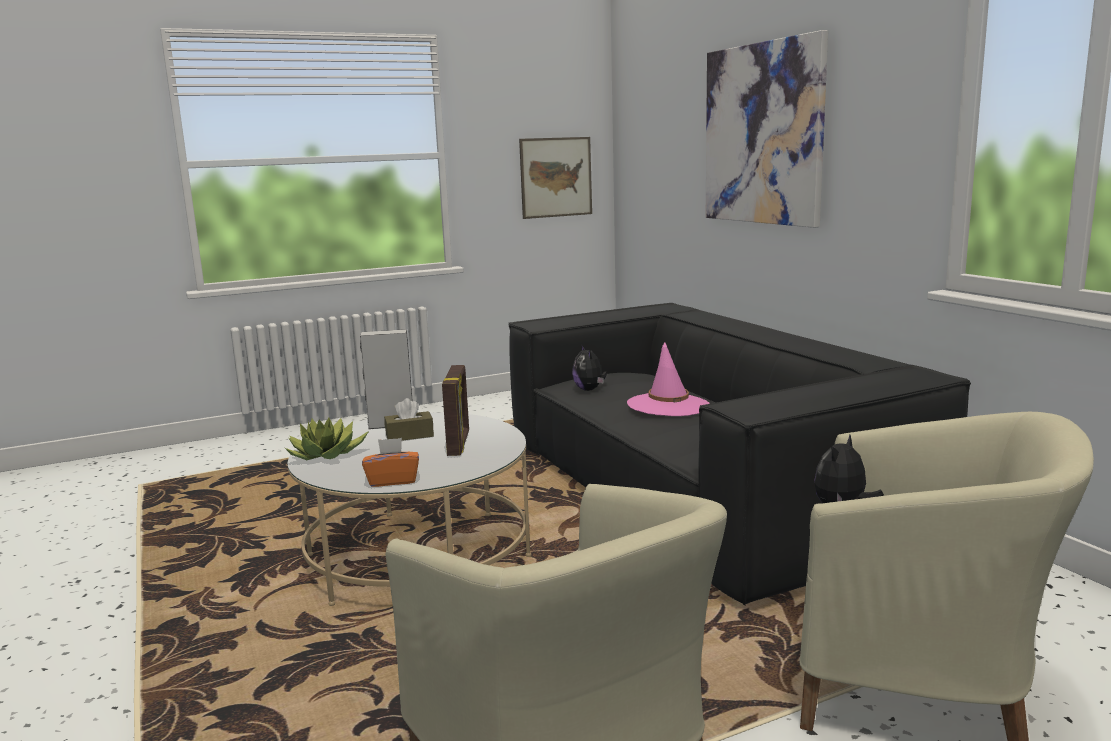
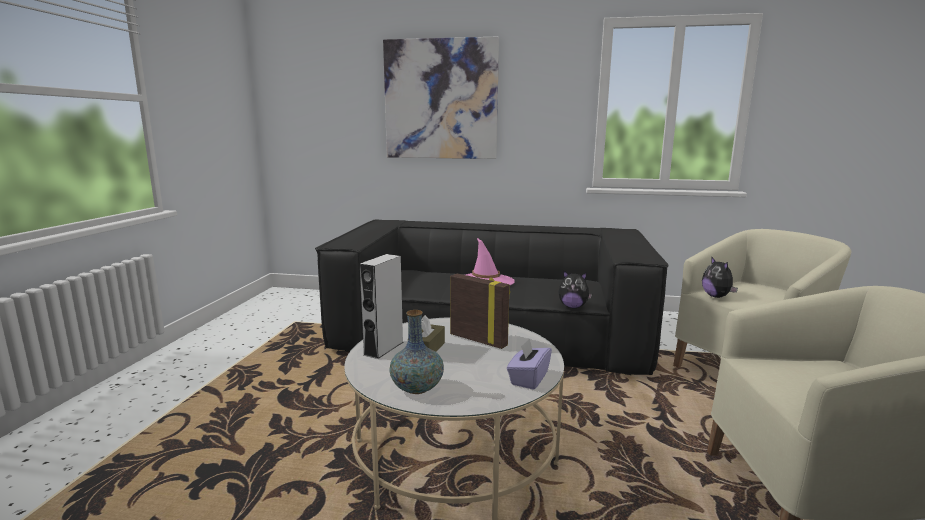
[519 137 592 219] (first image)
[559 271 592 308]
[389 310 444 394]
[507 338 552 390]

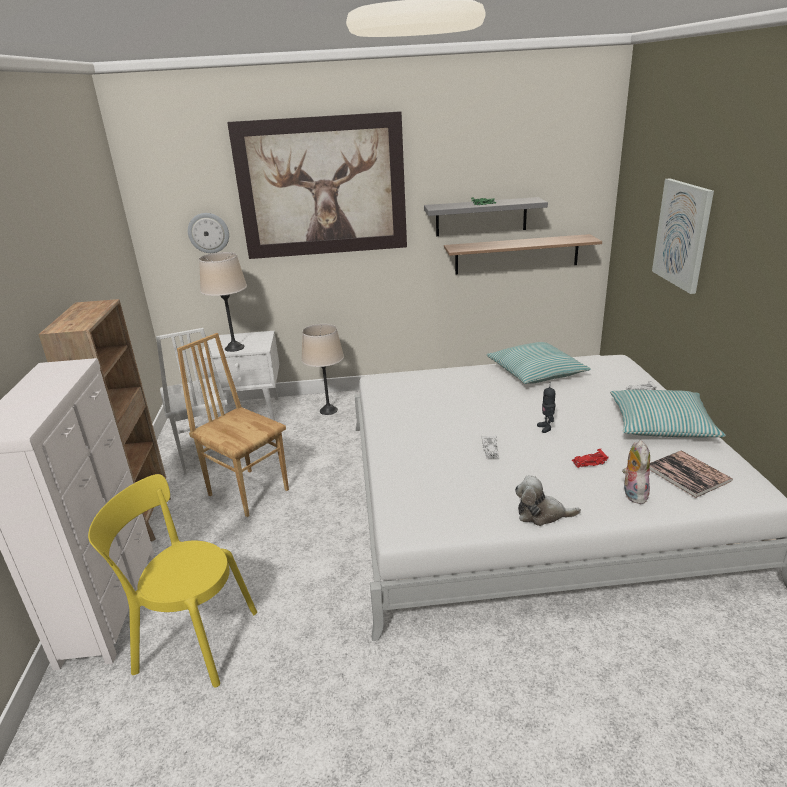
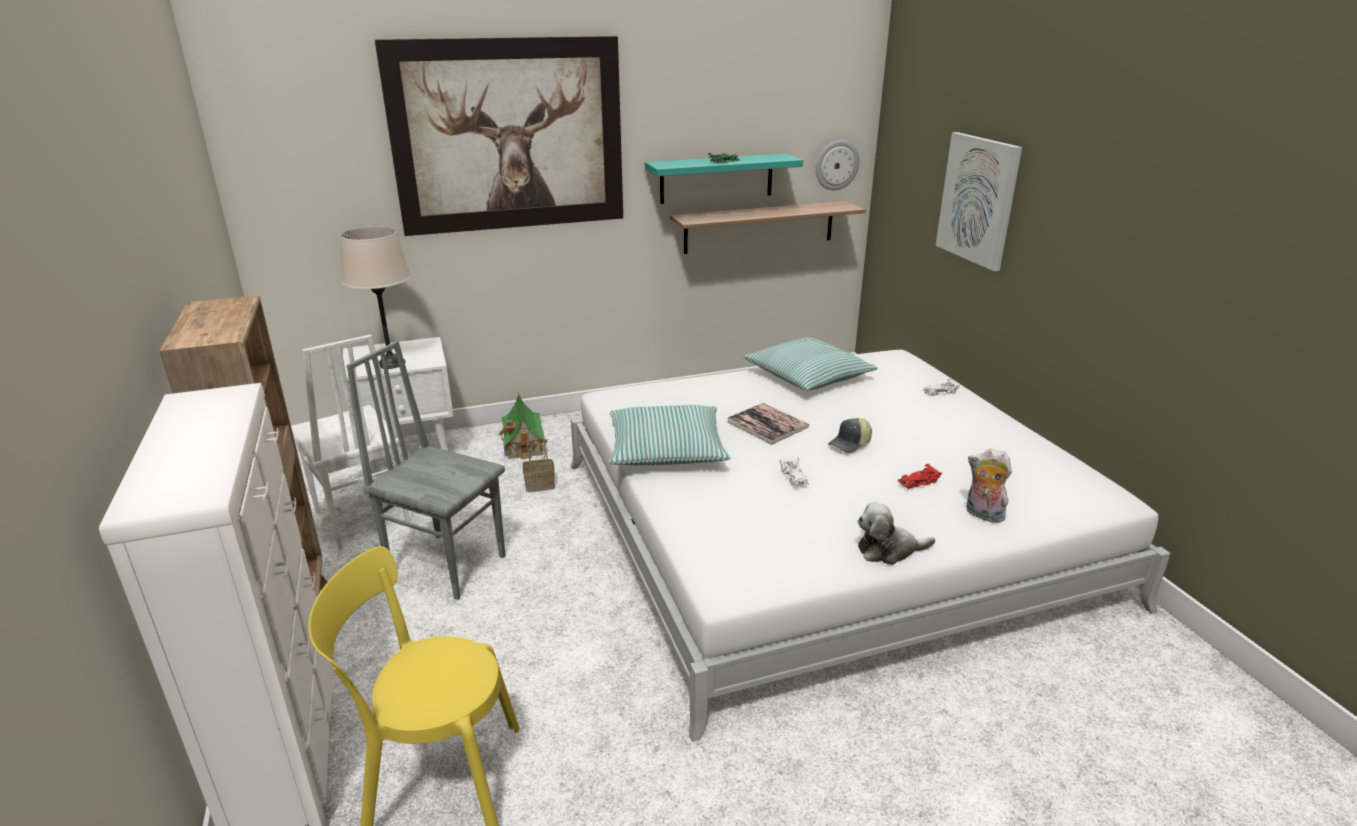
[523 429 555 492]
[815 140 859 190]
[609 405 731 465]
[727 403 809 445]
[499 392 549 459]
[828 418 872 453]
[346 341 505 600]
[645 154 803 204]
[967 448 1012 523]

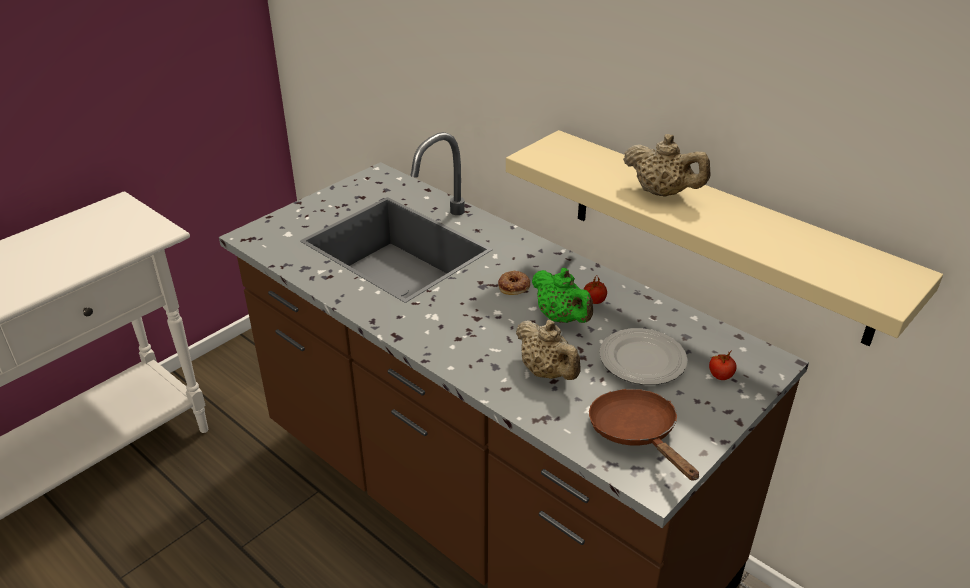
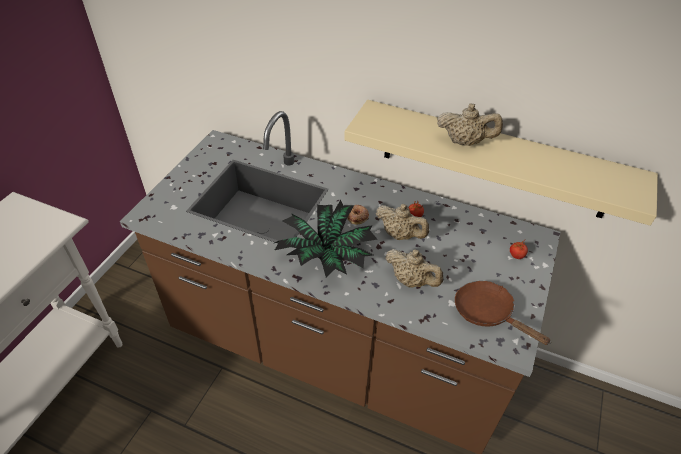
[599 328 688 385] (first image)
[275 200 378 277]
[376 204 429 240]

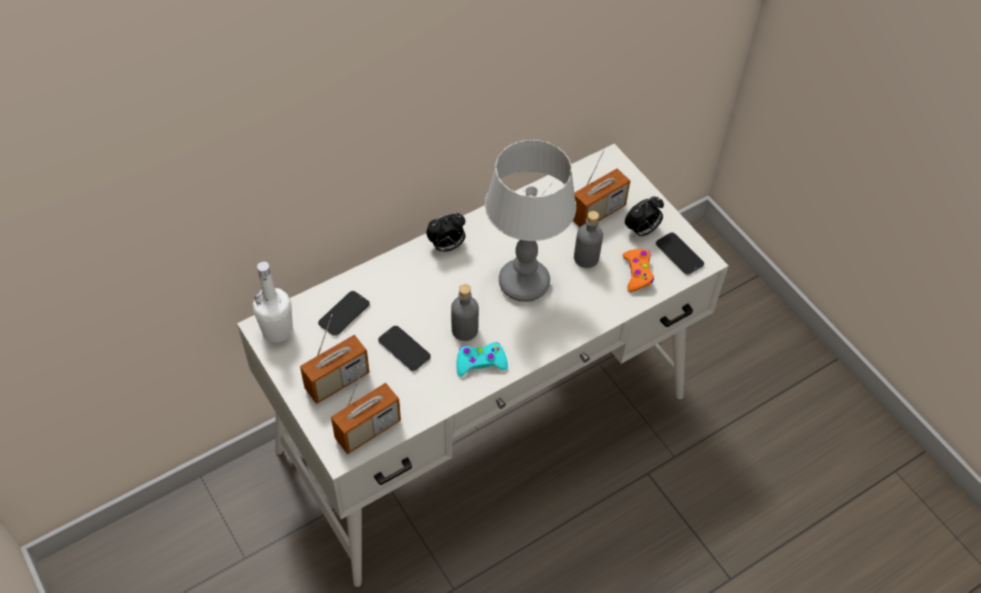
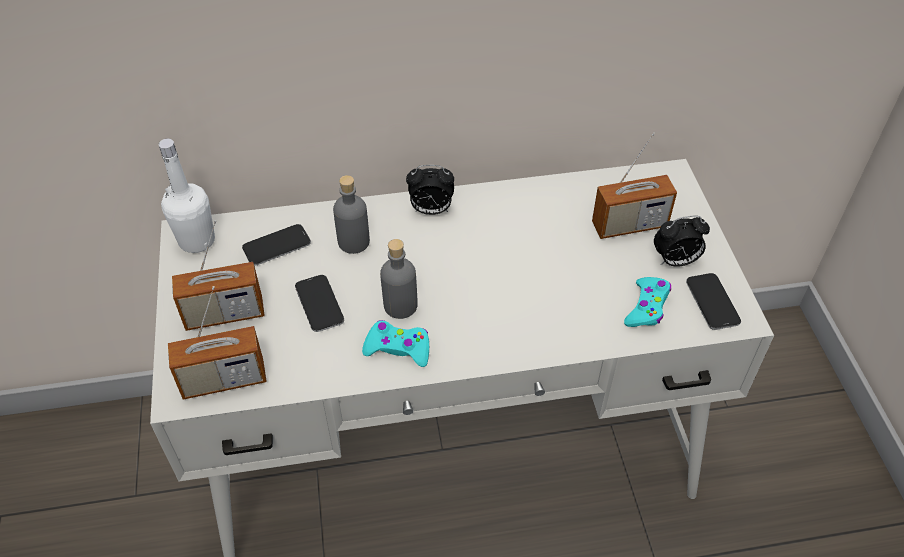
[485 140 576 302] (first image)
[333 175 370 254]
[624 277 671 327]

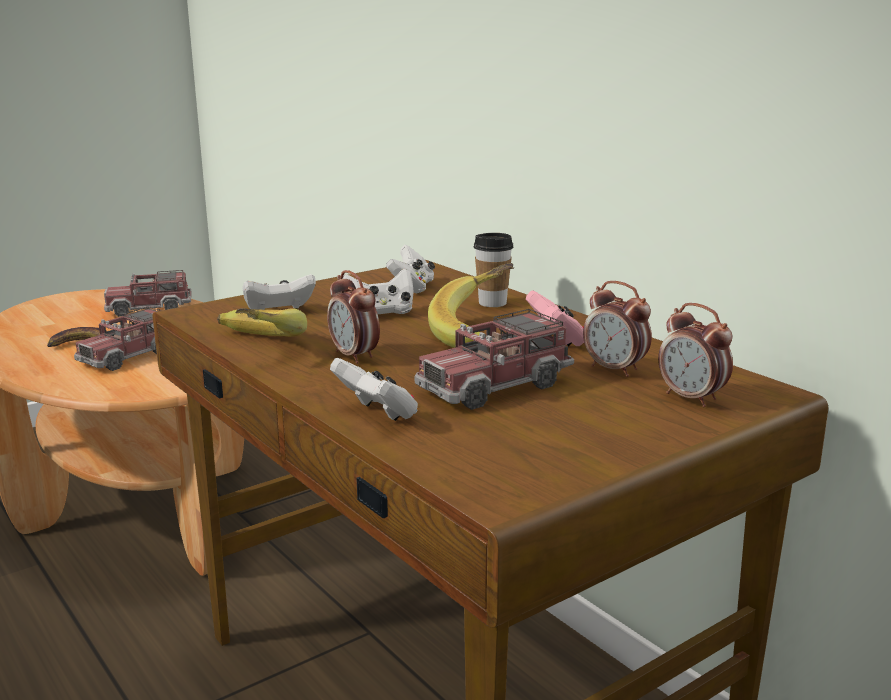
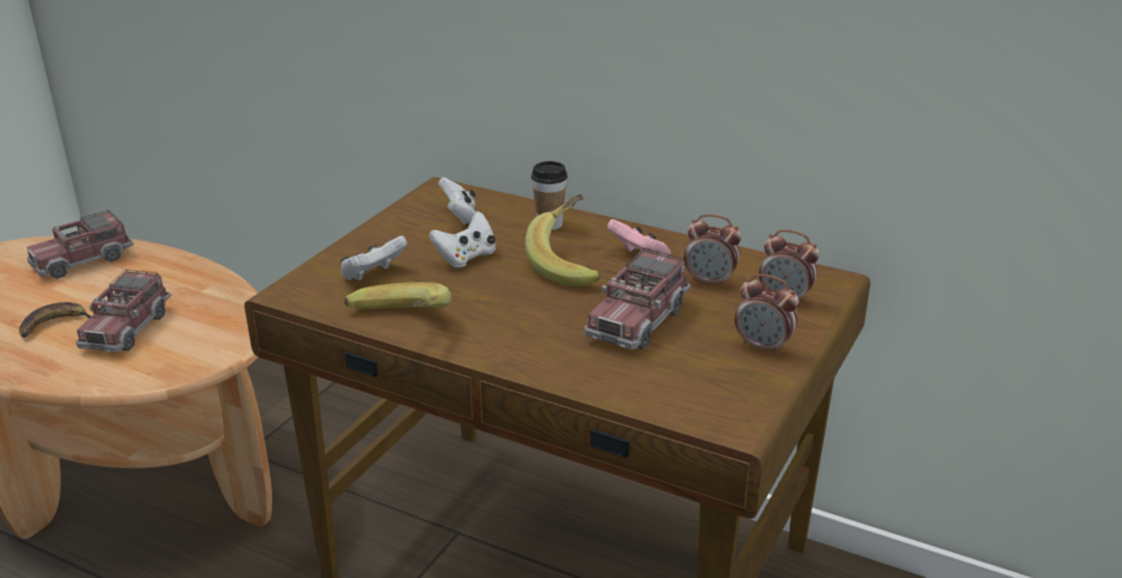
[330 358 418 421] (first image)
[735 274 799 356]

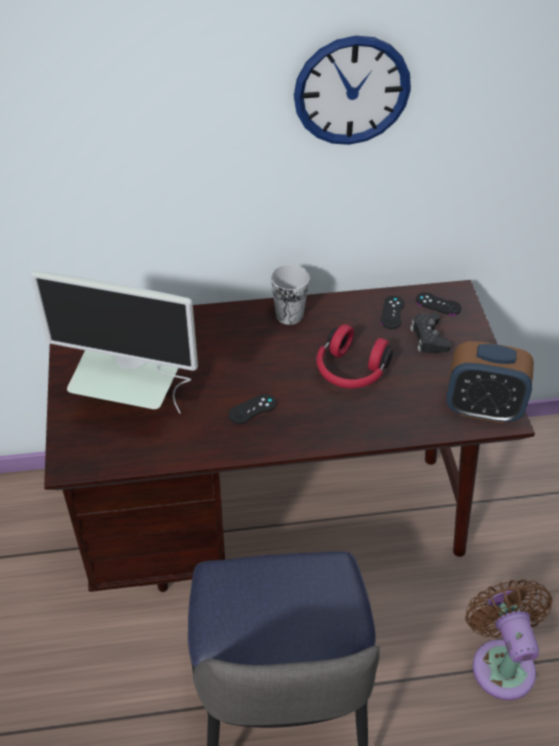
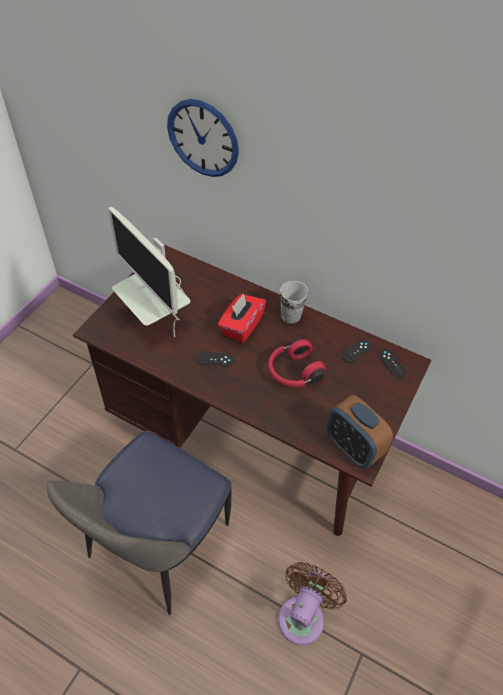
[410 313 451 353] (first image)
[218 294 266 343]
[167 99 239 177]

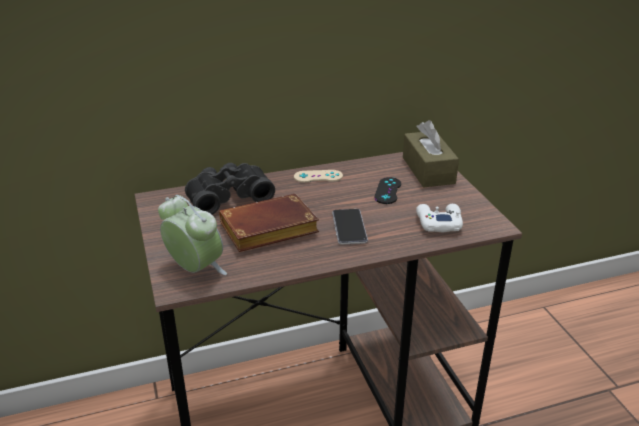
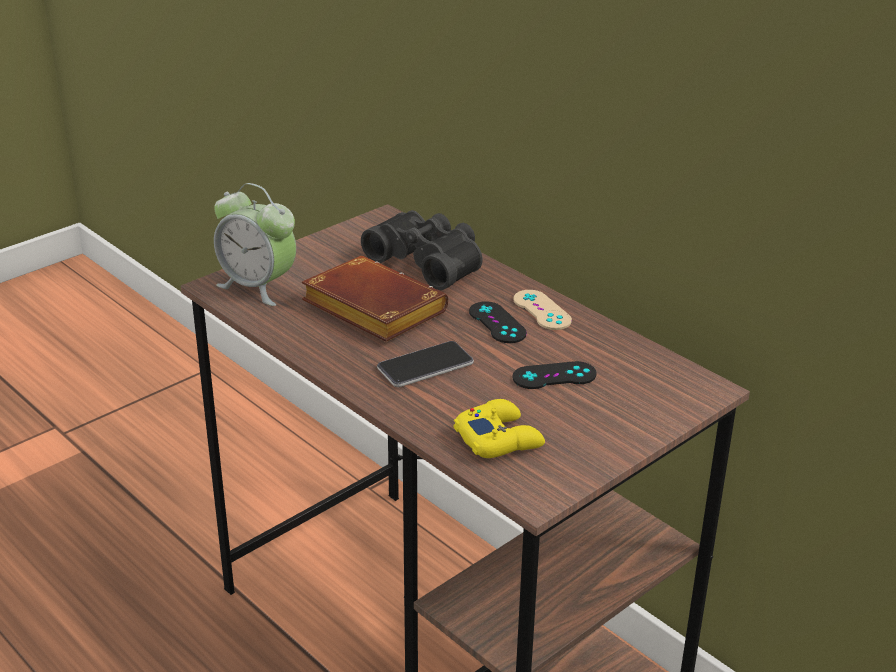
[403 120 459 188] (first image)
[469 301 527 343]
[454 399 545 458]
[214 183 296 306]

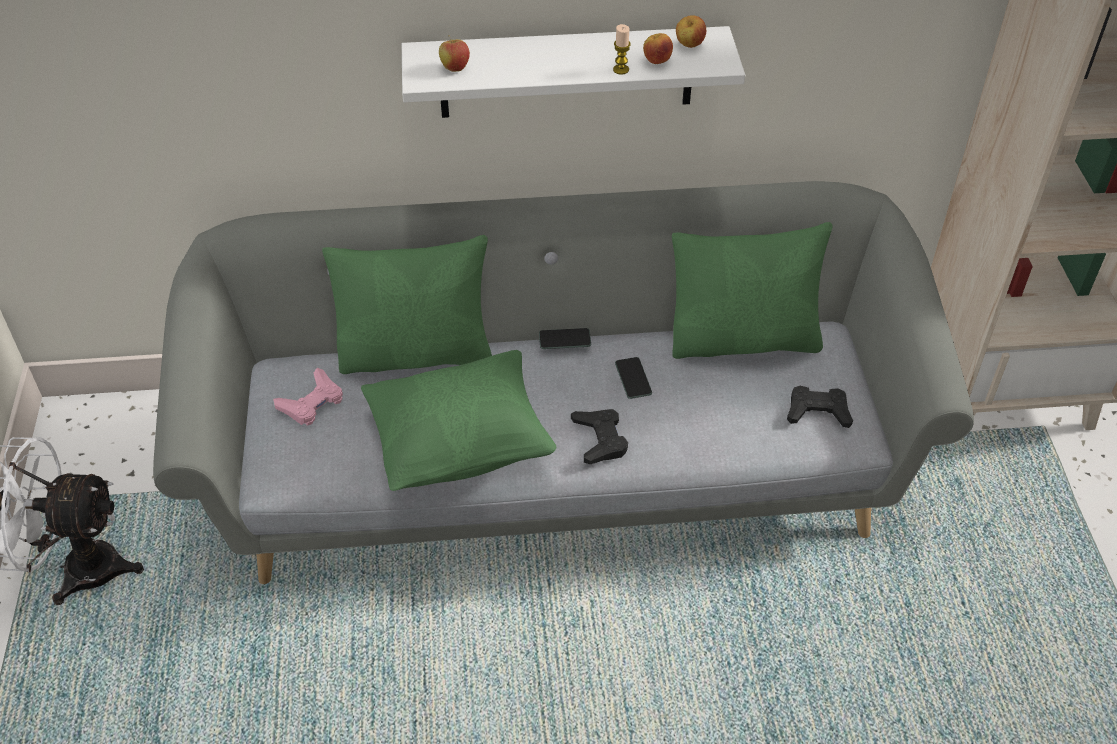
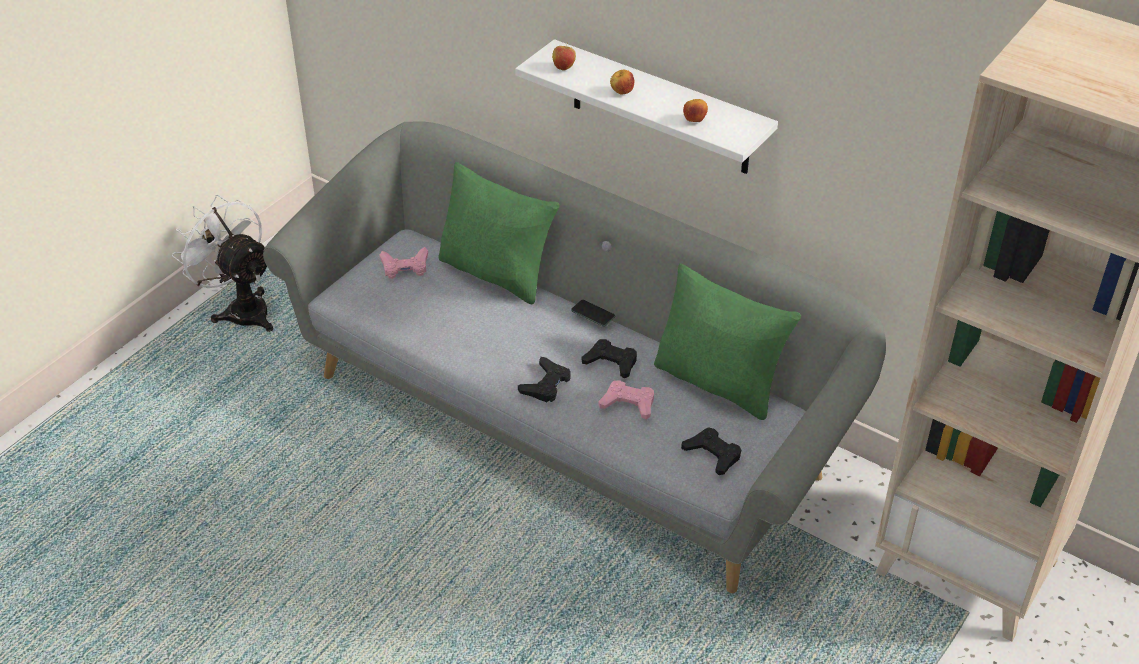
[361 350 556 491] (first image)
[613 24 631 75] (first image)
[598 380 654 419]
[610 70 634 95]
[582 339 637 378]

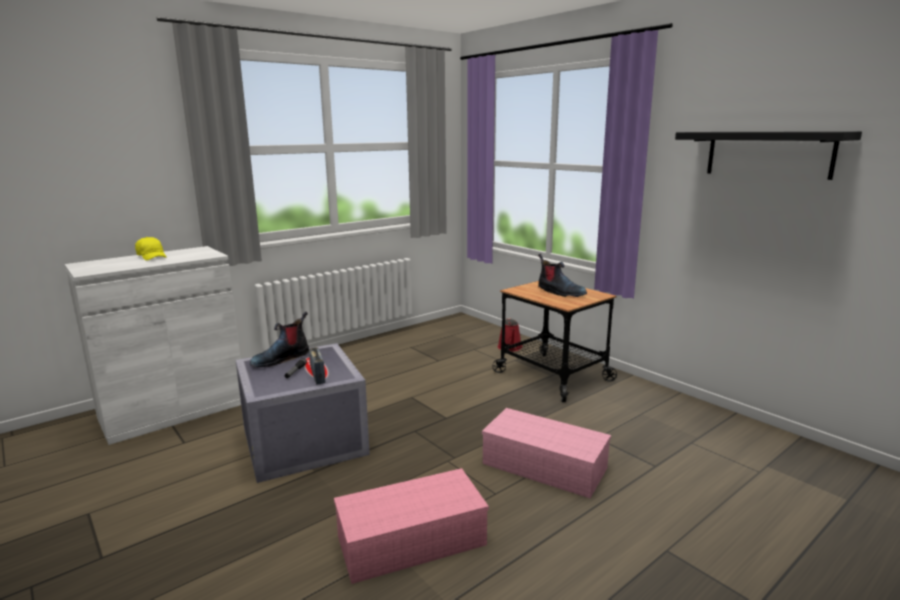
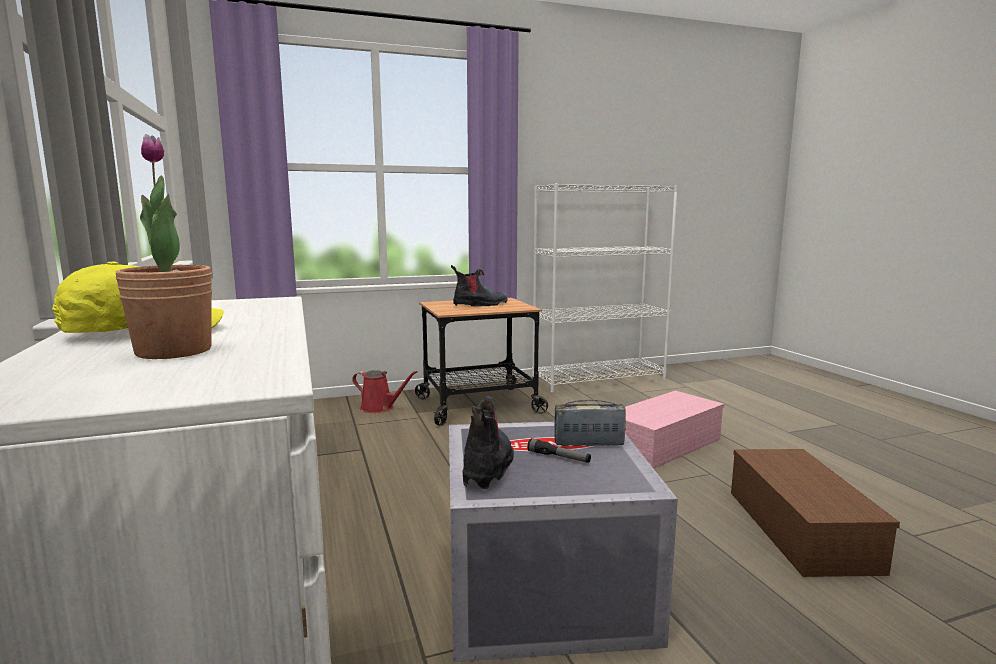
[675 131 862 180] (first image)
[115 134 212 359]
[532 184 678 393]
[731 449 900 577]
[463 396 514 490]

